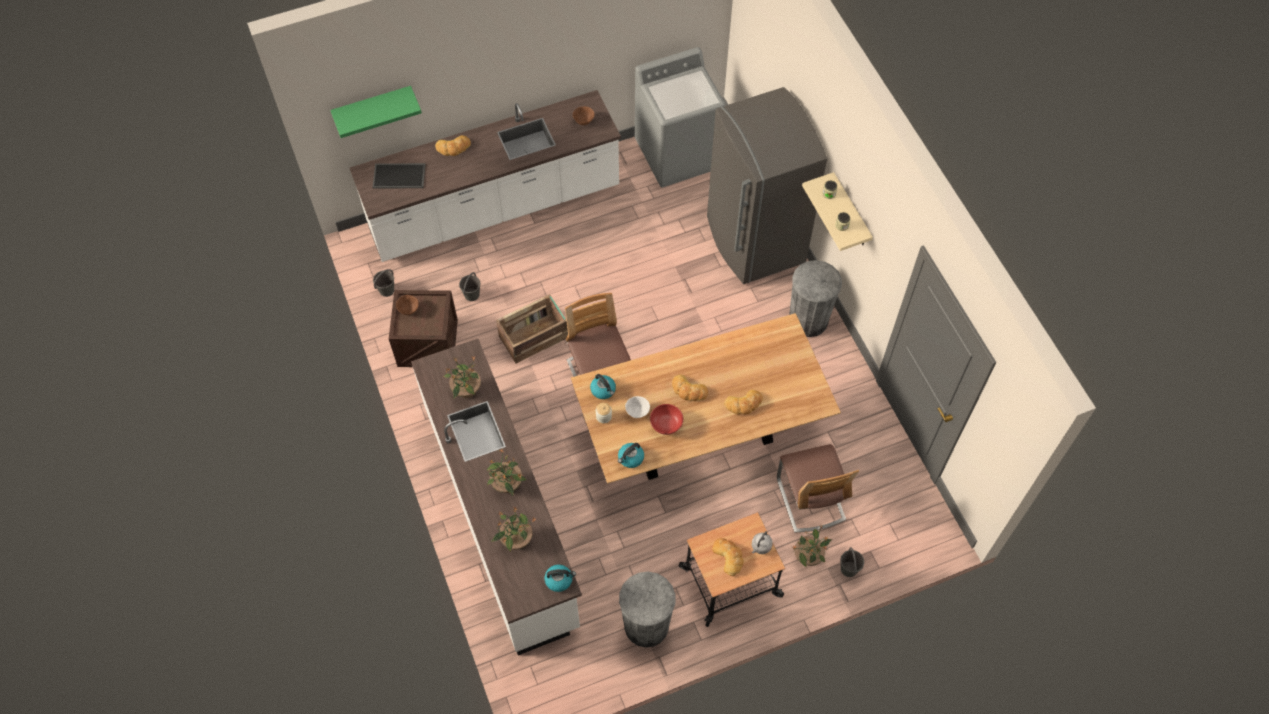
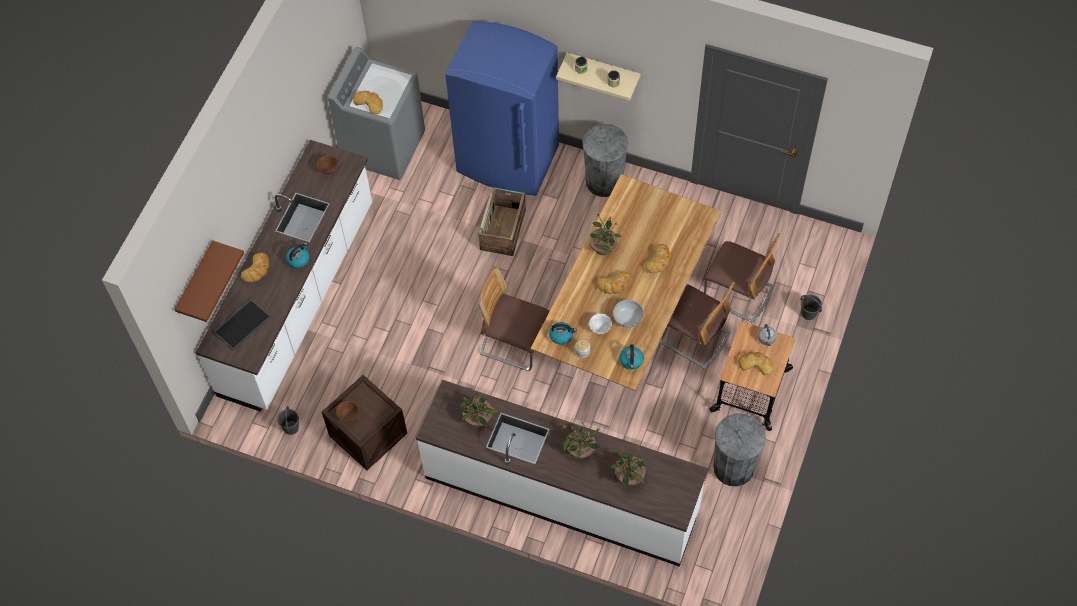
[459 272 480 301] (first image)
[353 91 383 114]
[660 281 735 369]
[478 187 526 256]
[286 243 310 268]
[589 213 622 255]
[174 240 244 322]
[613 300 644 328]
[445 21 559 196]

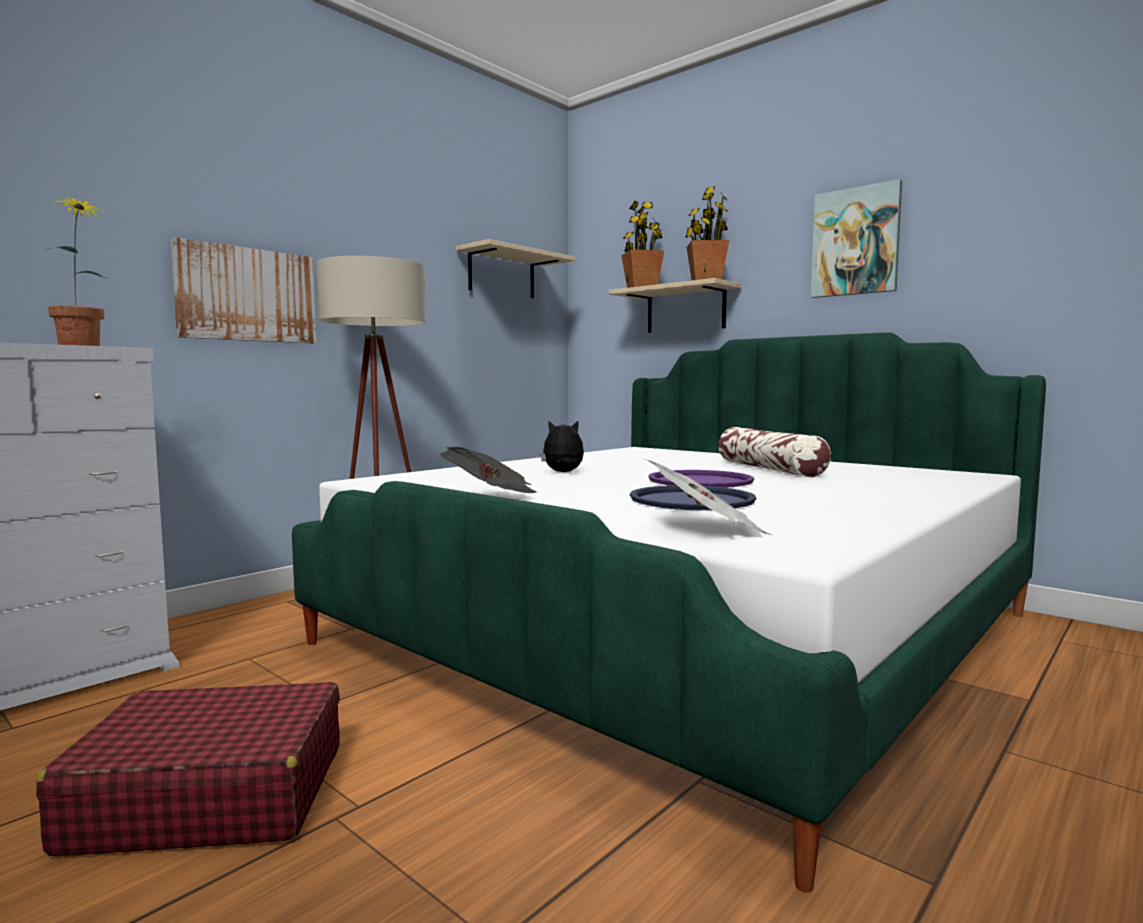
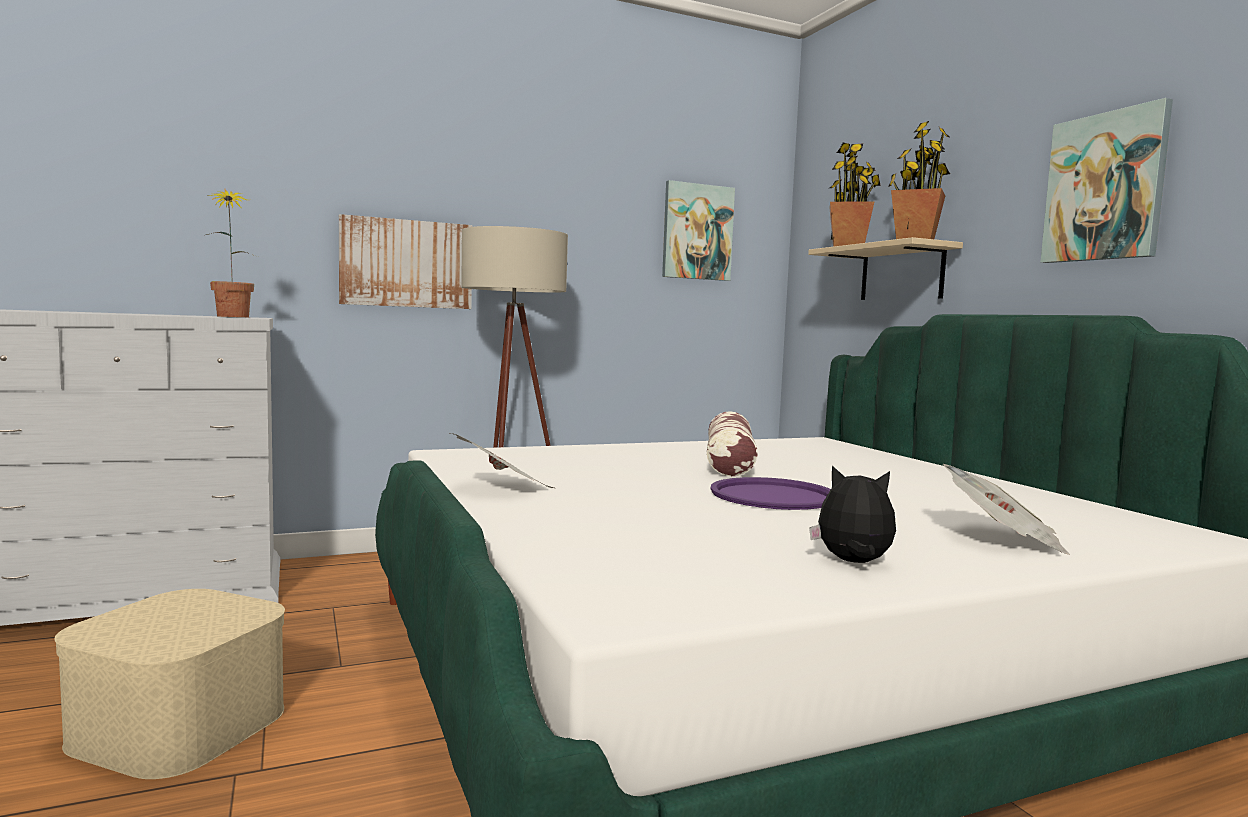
[630 485 756 510] (first image)
[809 465 896 563]
[943 464 1070 555]
[707 411 758 476]
[55 589 285 779]
[662 180 735 281]

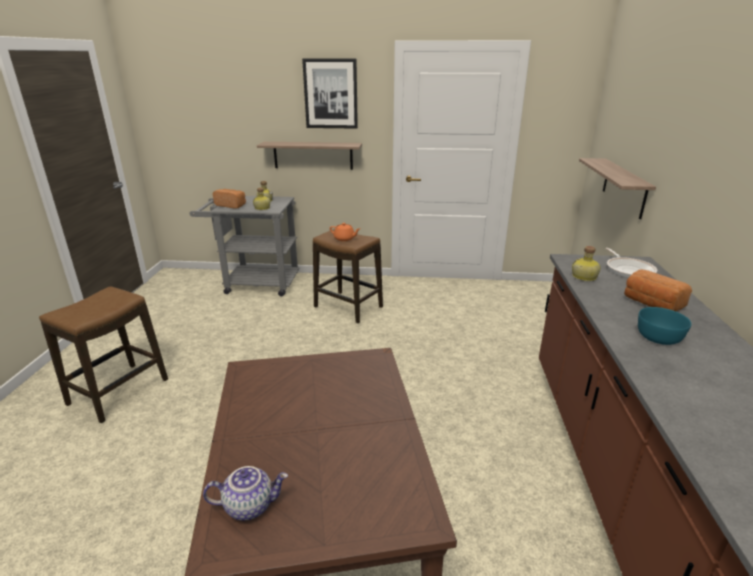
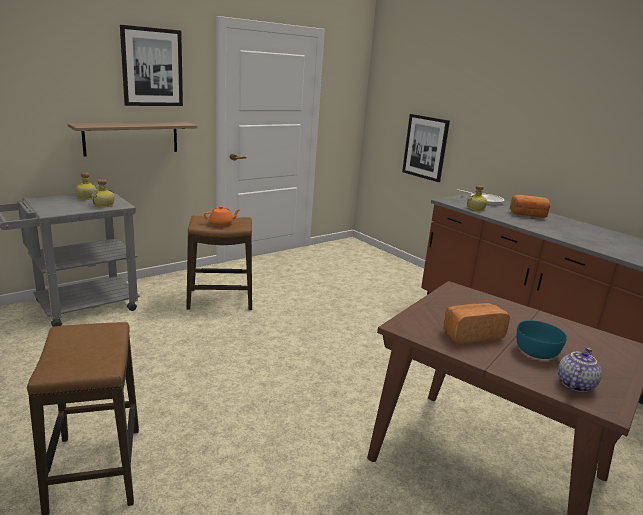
[444 303 510 344]
[516 320 567 359]
[402 114 450 182]

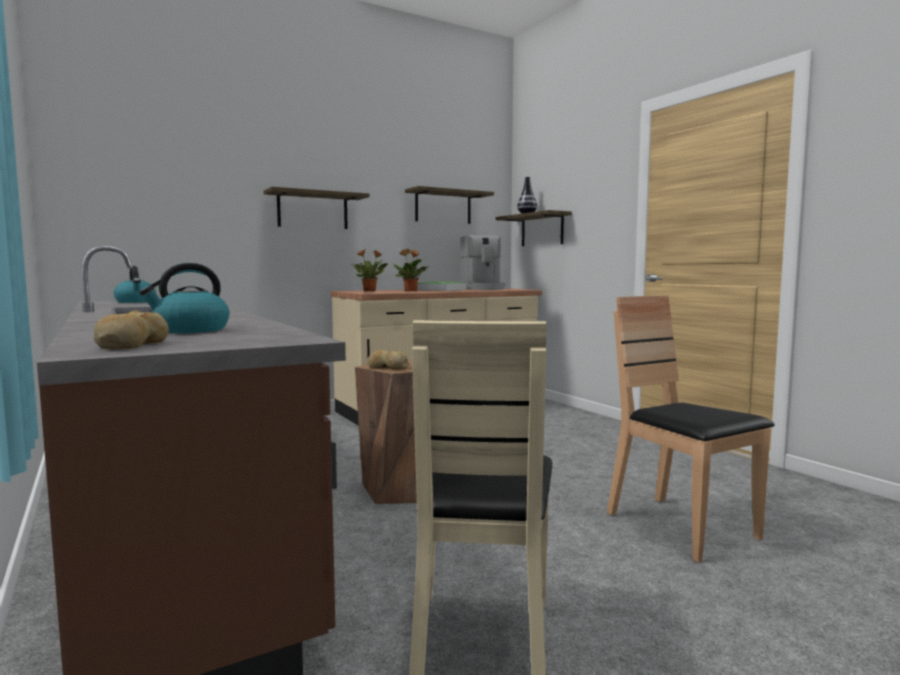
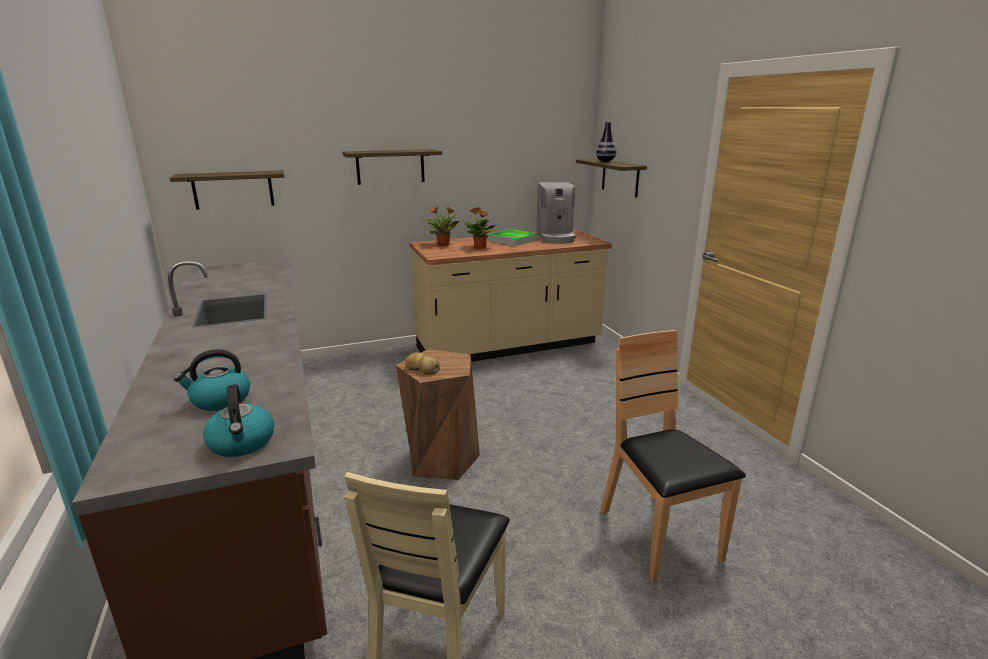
[94 310 169 349] (first image)
[203 384 274 457]
[170 171 284 210]

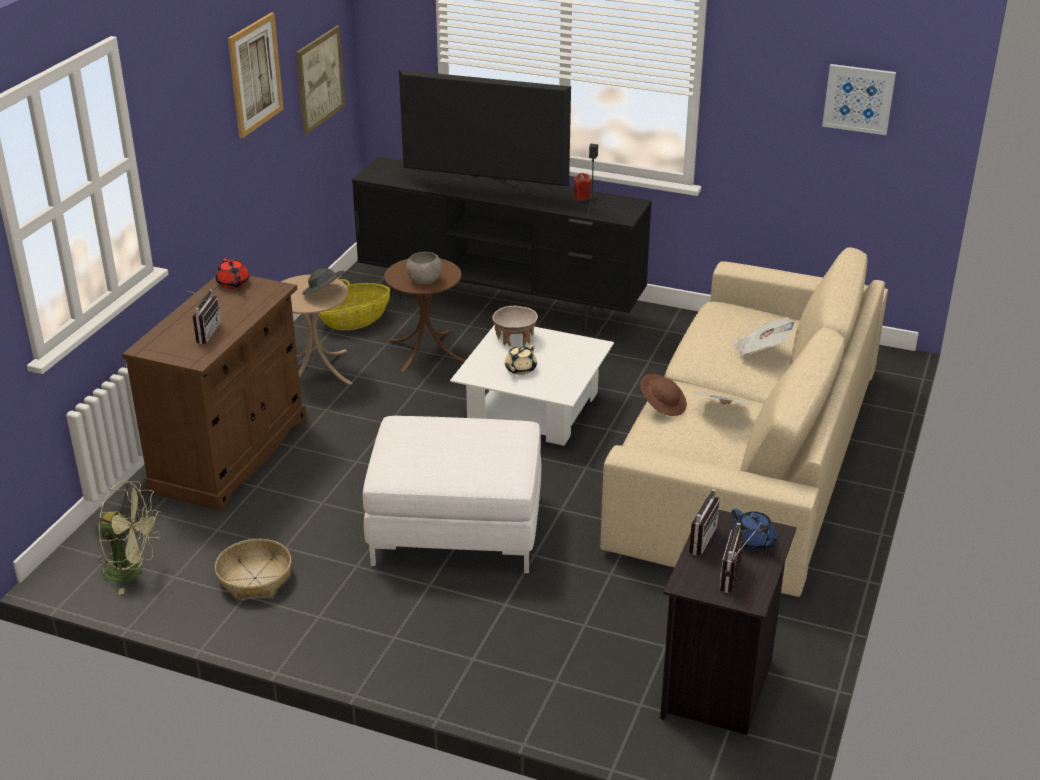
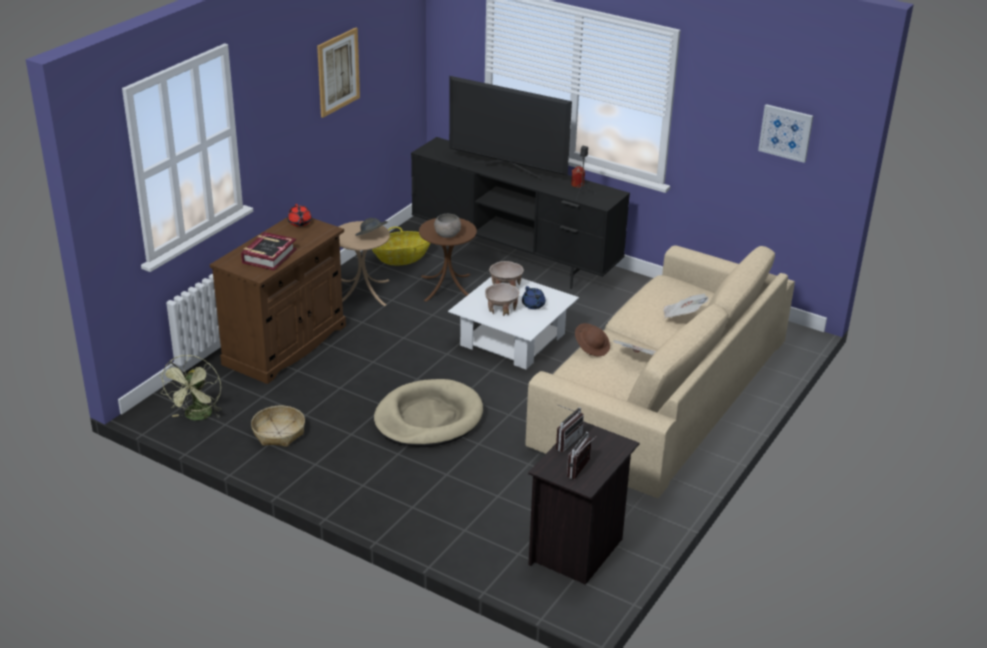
[296 26 345 135] (first image)
[522 286 546 309]
[241 232 297 271]
[374 379 483 447]
[485 283 520 316]
[160 355 222 420]

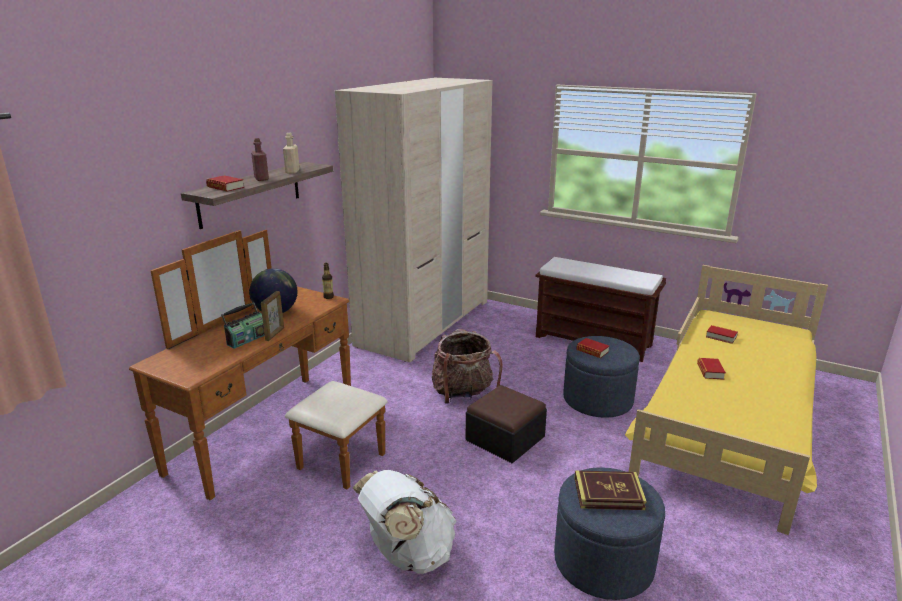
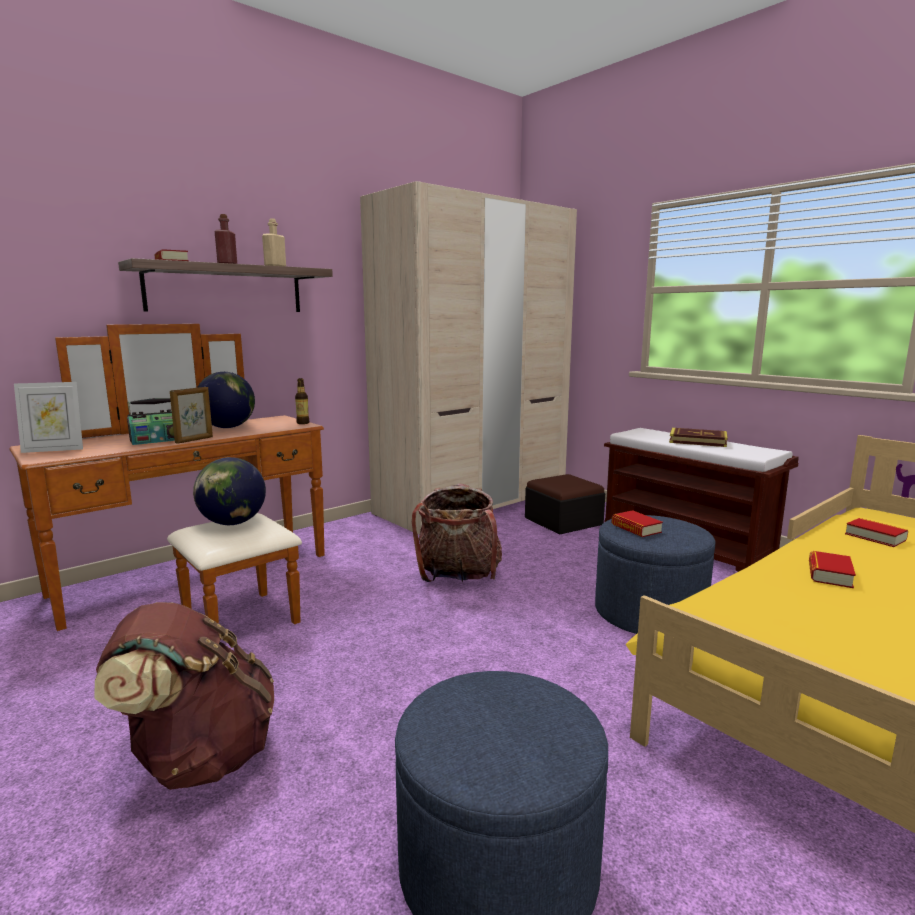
[14 382 83 453]
[193 457 266 525]
[525 474 605 535]
[669 428 728 447]
[94 602 274 790]

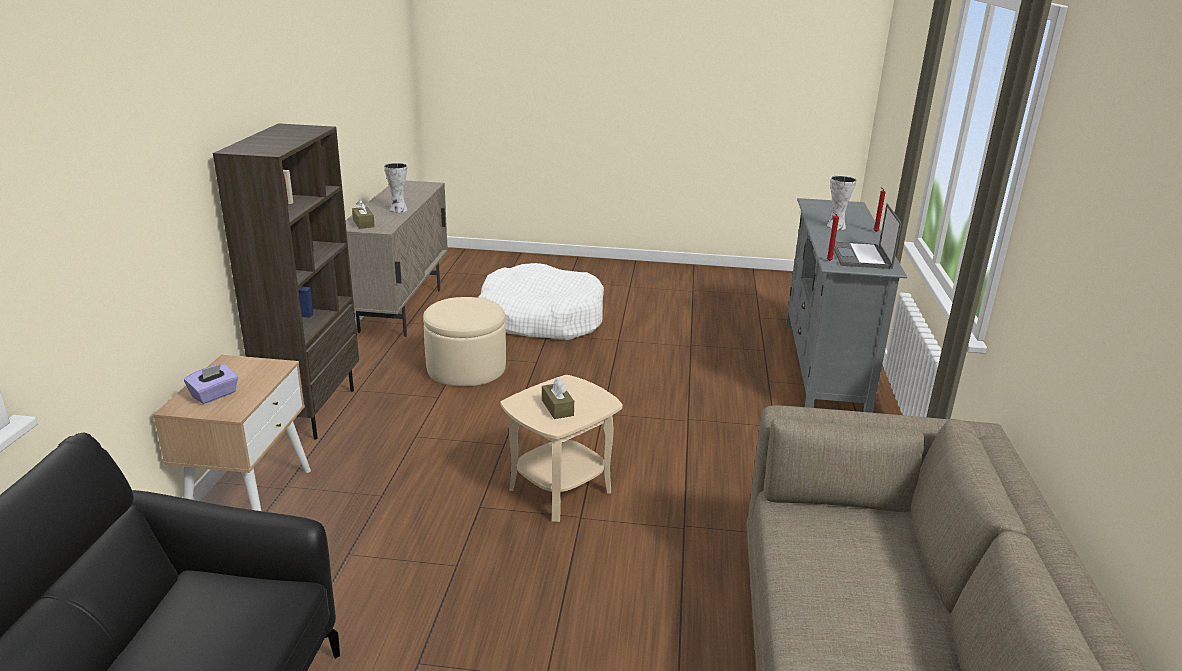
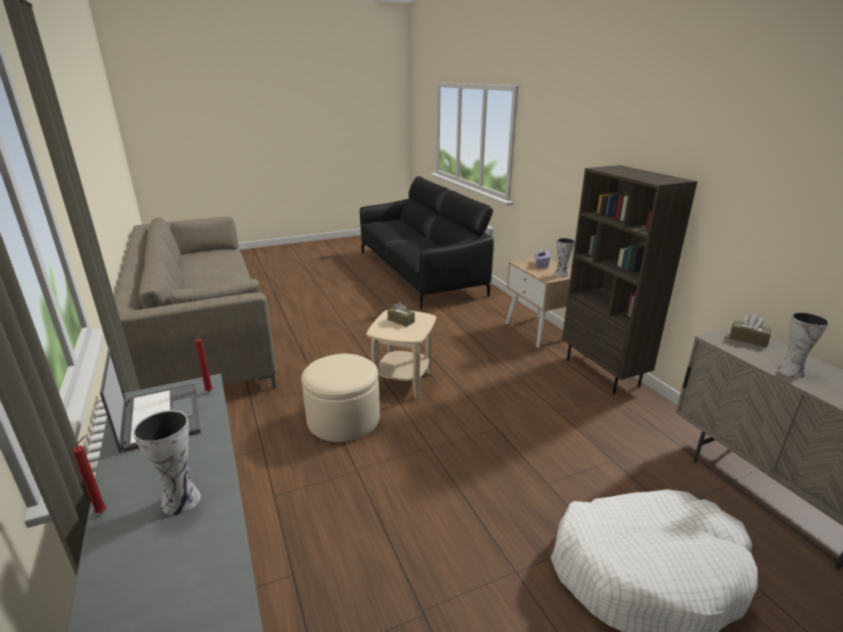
[555 238 575 277]
[301 354 380 442]

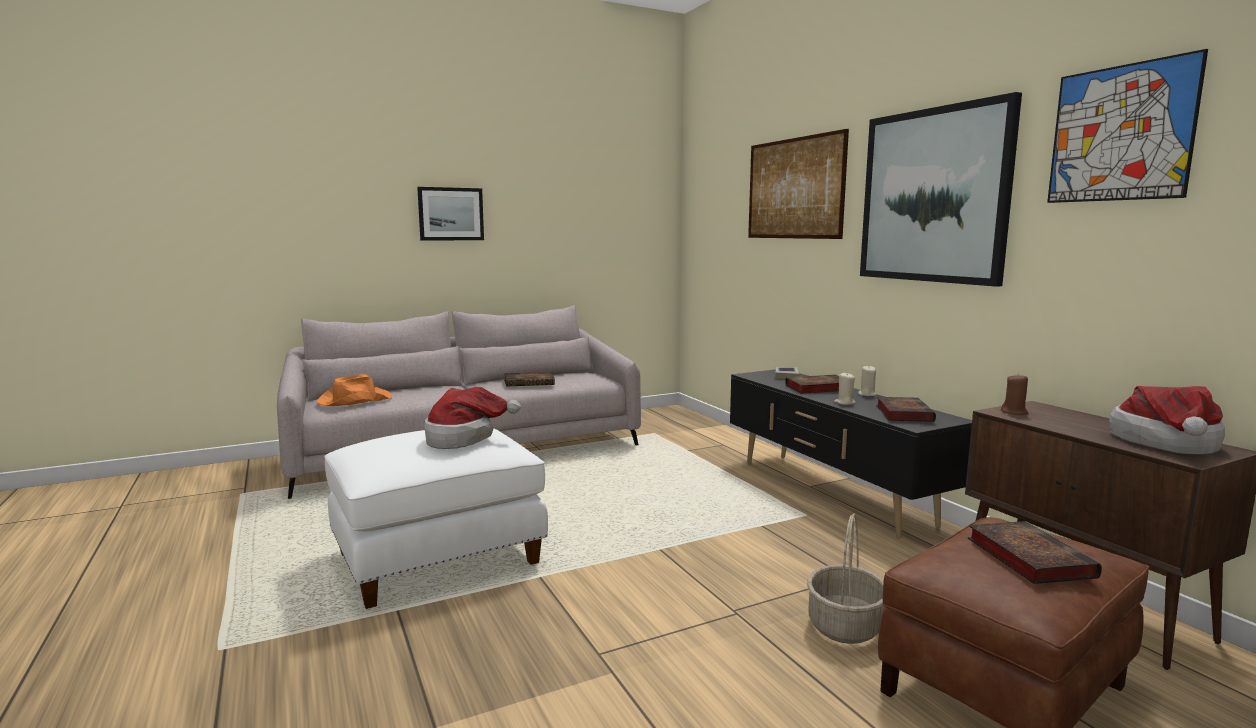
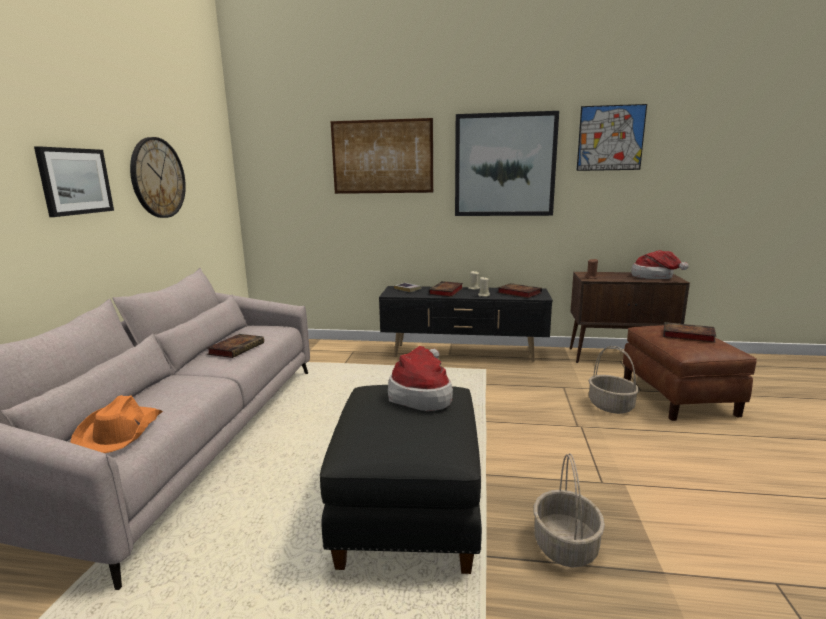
[130 137 186 218]
[533 453 605 568]
[320 385 482 574]

